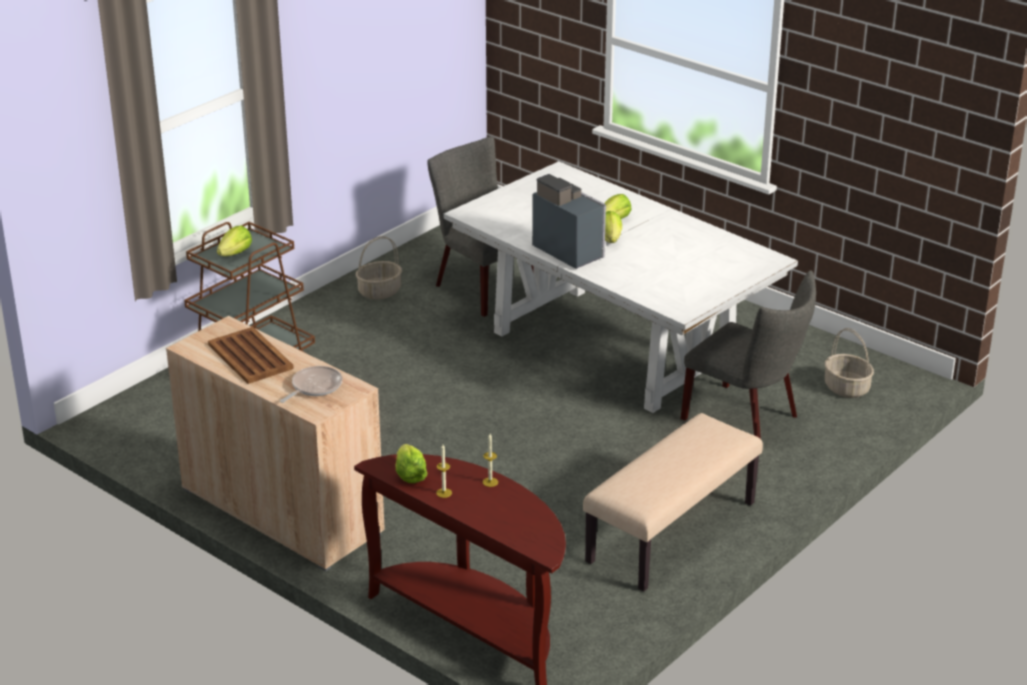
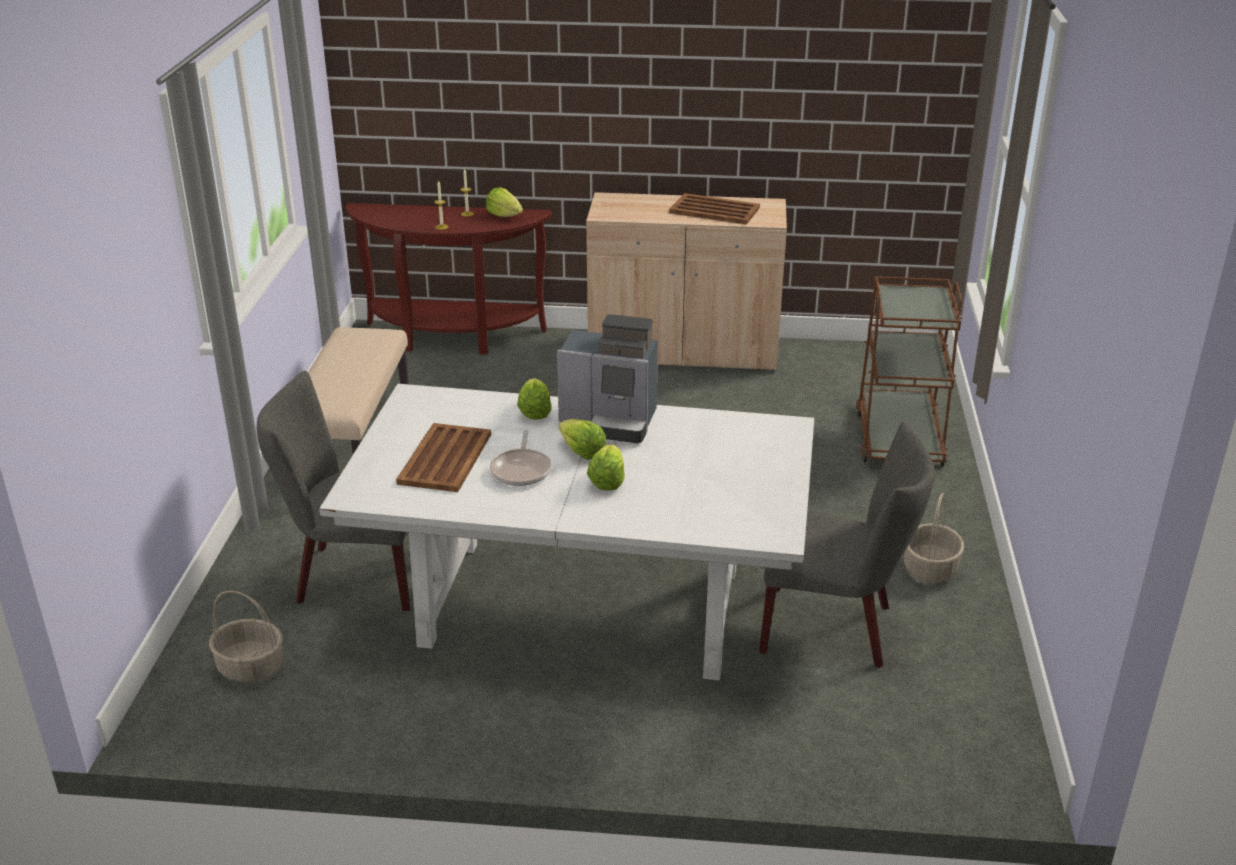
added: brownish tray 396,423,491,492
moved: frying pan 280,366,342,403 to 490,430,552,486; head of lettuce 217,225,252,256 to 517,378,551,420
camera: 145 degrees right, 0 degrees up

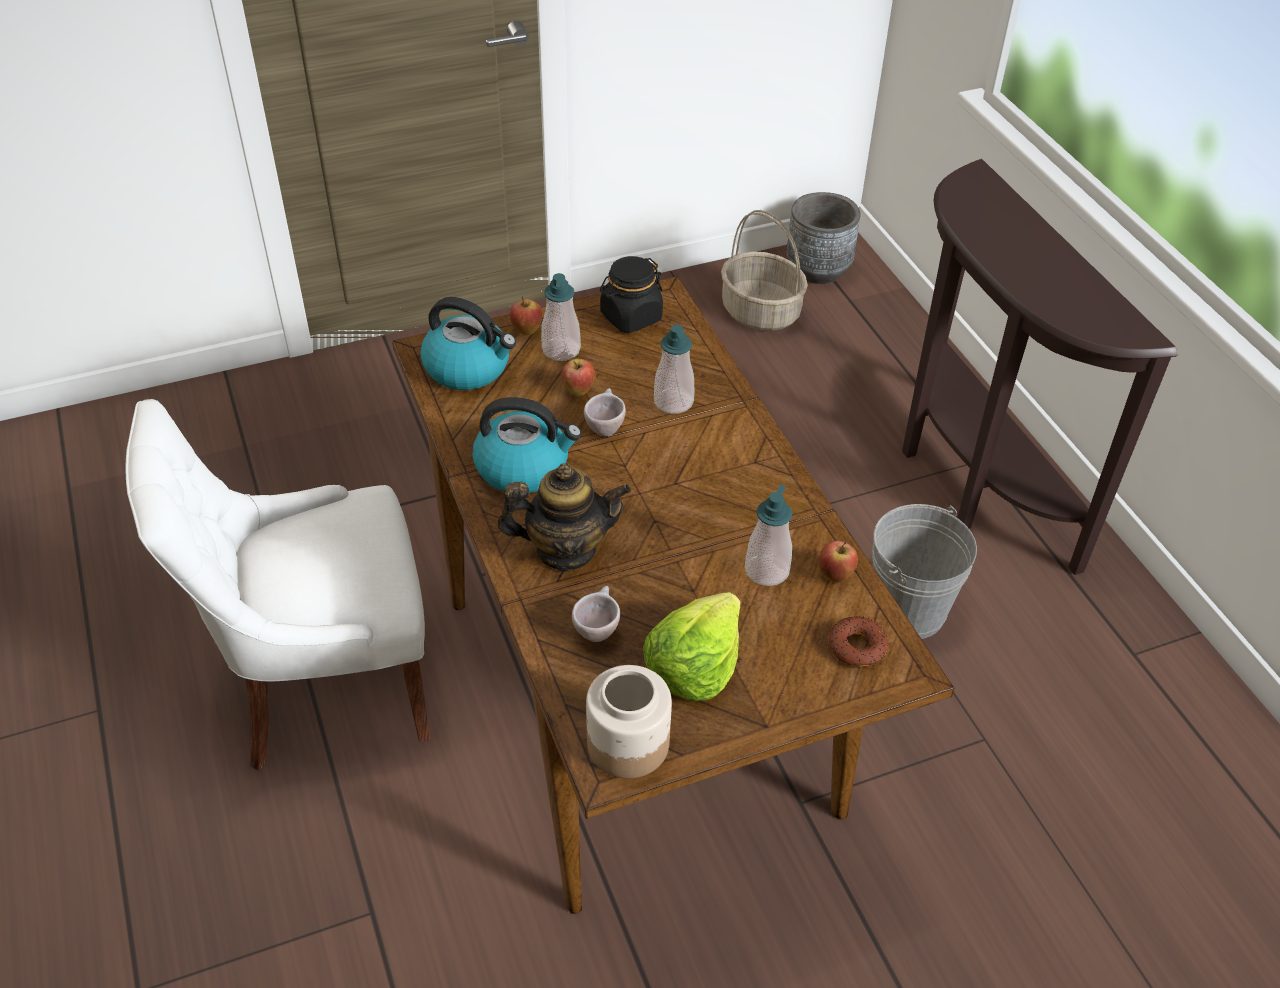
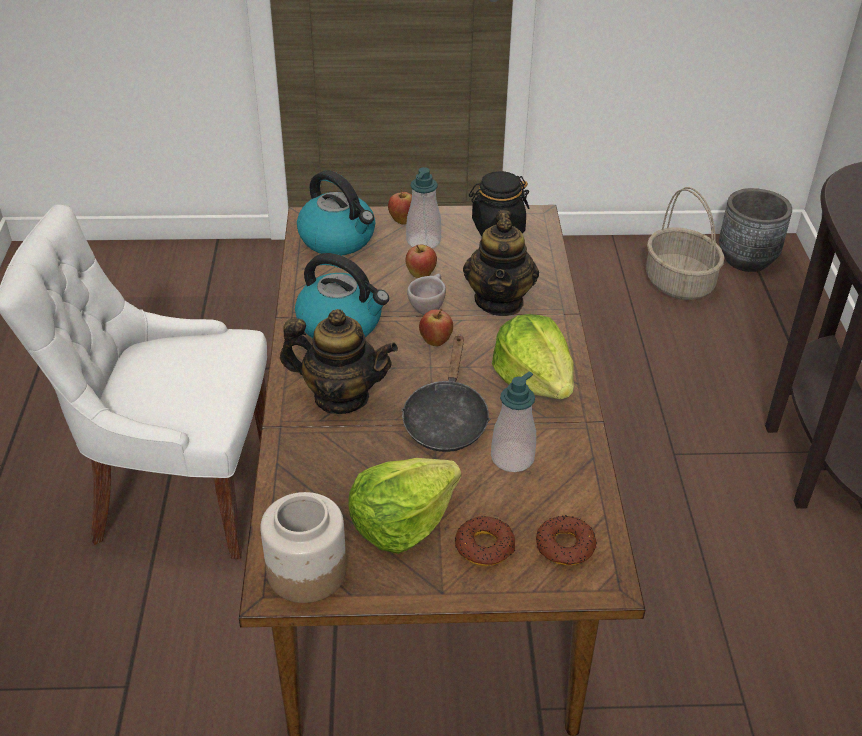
removed: beige cup 572,586,620,642; grey bucket 872,504,977,639
added: black-coloured frying pan 401,335,490,452; doughnut 455,516,515,566; head of lettuce 492,314,574,399
moved: apple 819,541,858,582 to 419,309,453,346
replaced: soap dispenser 654,325,694,414 to teapot 463,210,539,316
camera: 20 degrees right, 5 degrees down

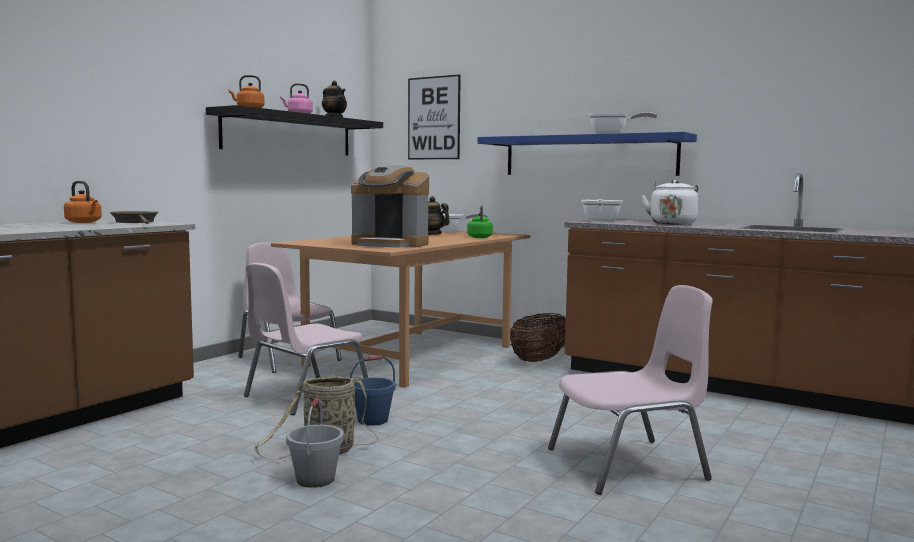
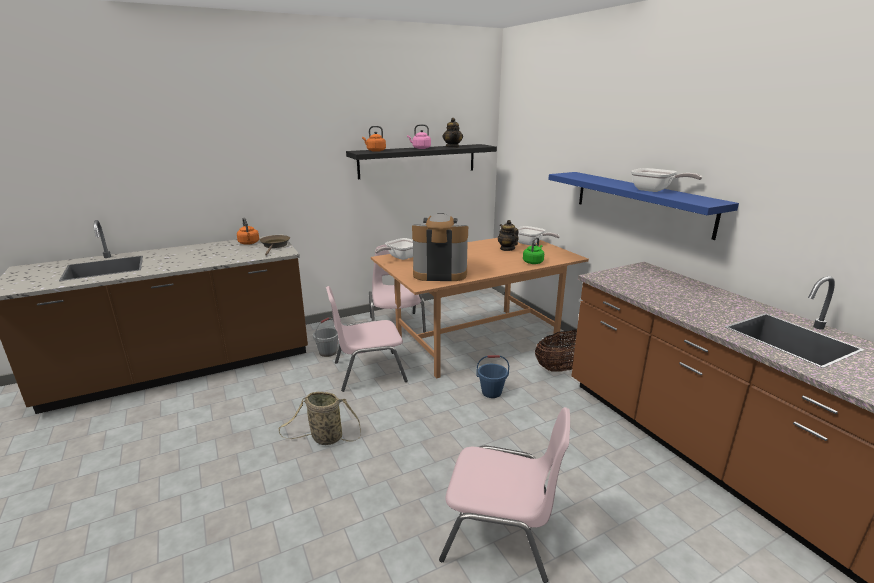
removed: wall picture 408,74,461,160; whitish tea kettle 641,180,698,225
moved: grey bucket 286,397,344,488 to 313,317,338,357; frying pan 581,199,623,222 to 375,238,413,260; bluish bucket 350,356,396,426 to 476,355,509,398
turned: coffee maker 351,165,429,248 = 412,213,468,281 135 degrees clockwise
camera: 30 degrees right, 15 degrees up

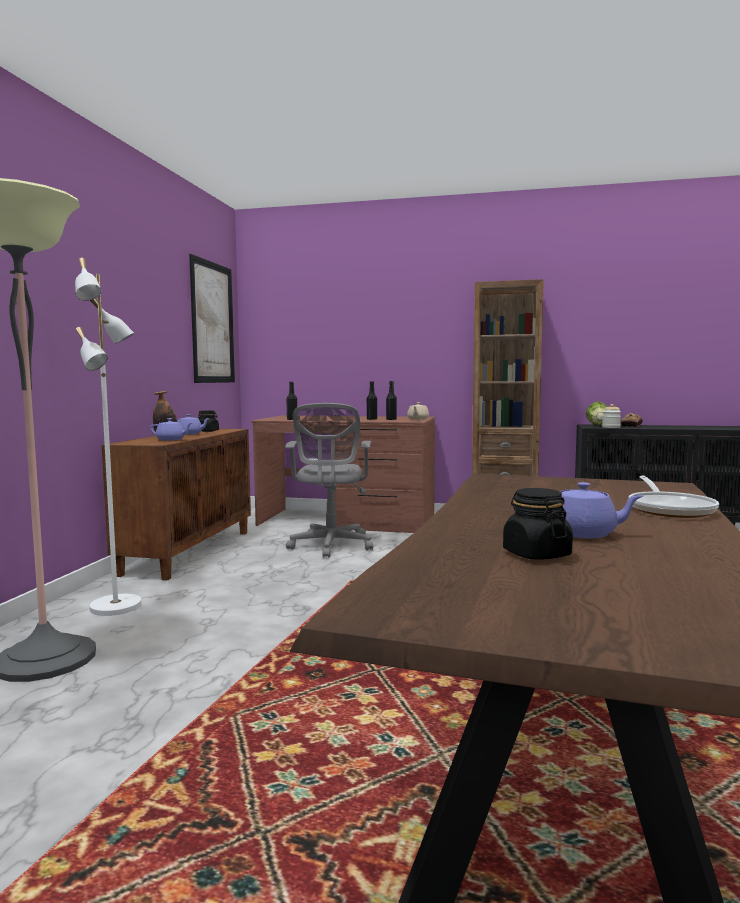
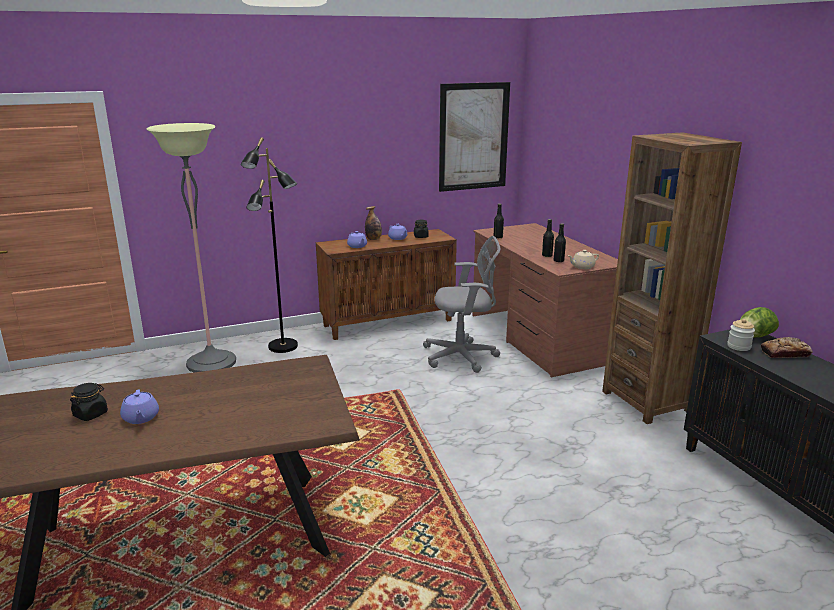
removed: frying pan 629,476,719,518
recoloured: whitish standing lamp 75,258,142,616 to black-coloured standing lamp 241,137,298,353
turned: grey desk chair 285,403,373,558 = 423,236,500,373 150 degrees counterclockwise
camera: 55 degrees right, 15 degrees up

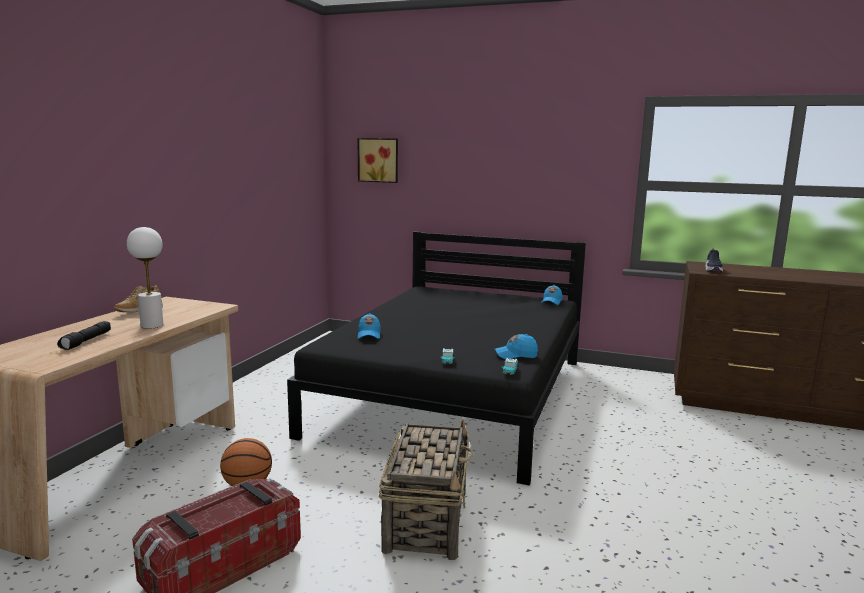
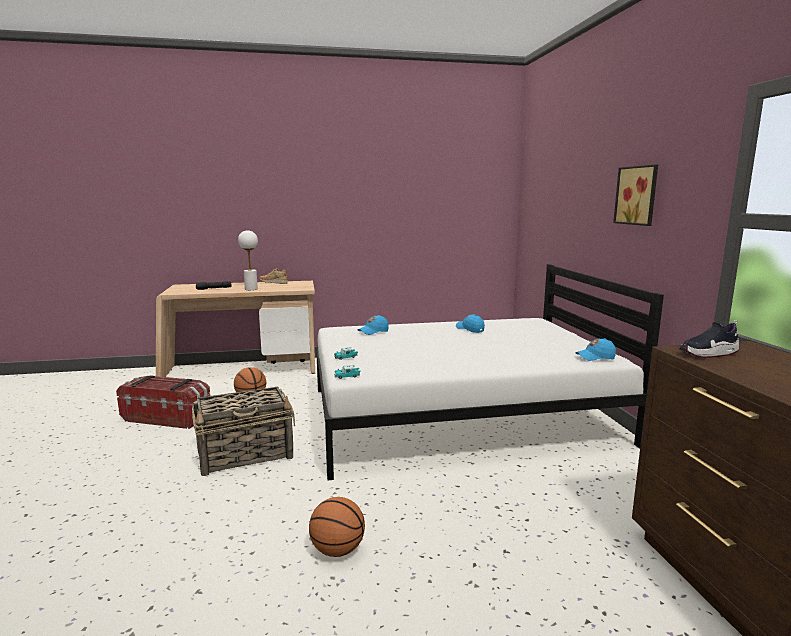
added: basketball 309,497,365,557
moved: bluish baseball cap 494,334,538,359 to 456,314,485,333; wall picture 358,138,398,183 to 613,165,658,226
recoloured: black-coloured bedroom bed 287,232,586,486 to whitish bedroom bed 316,264,664,480
camera: 60 degrees right, 0 degrees up

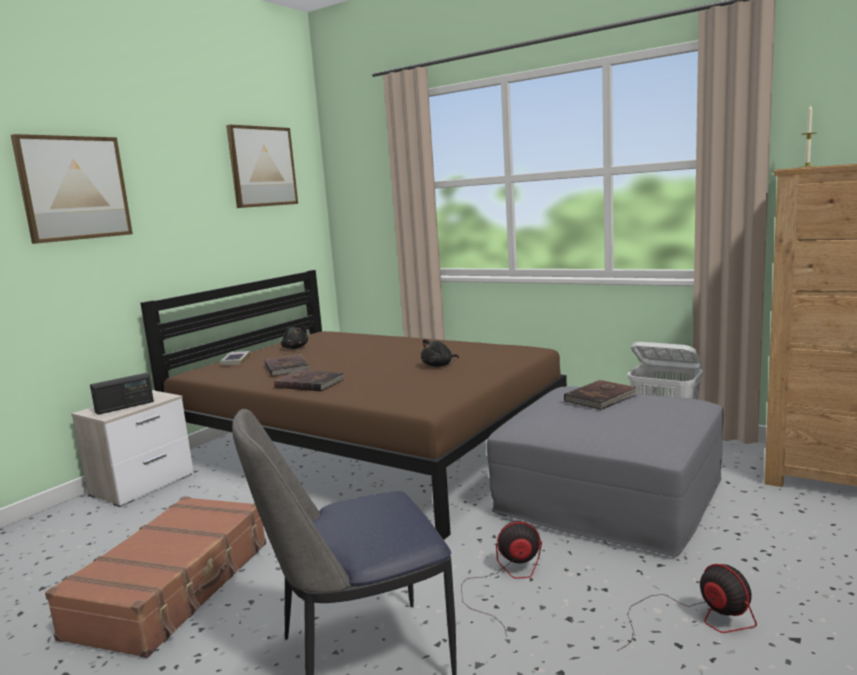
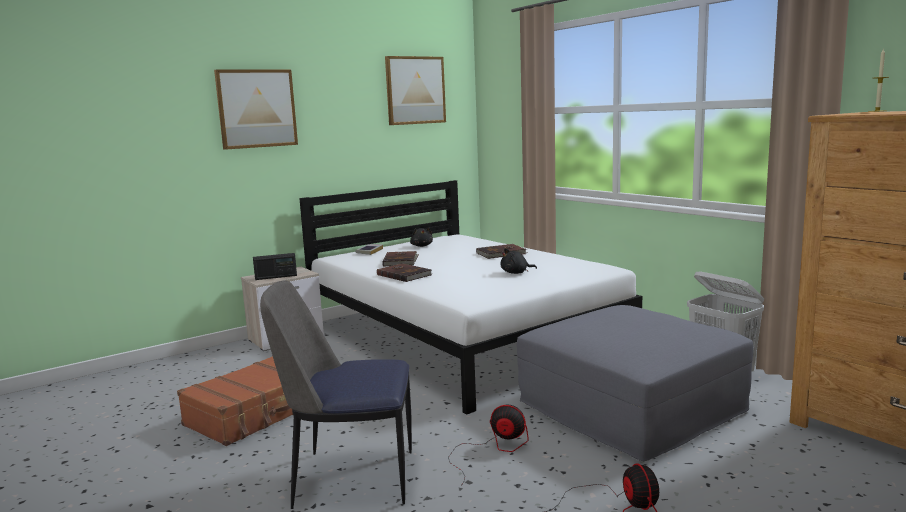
moved: brownish bound book 564,380,640,410 to 476,244,527,259
recoloured: brownish bedroom bed 141,270,567,540 to whitish bedroom bed 299,180,642,415
camera: 20 degrees right, 0 degrees up

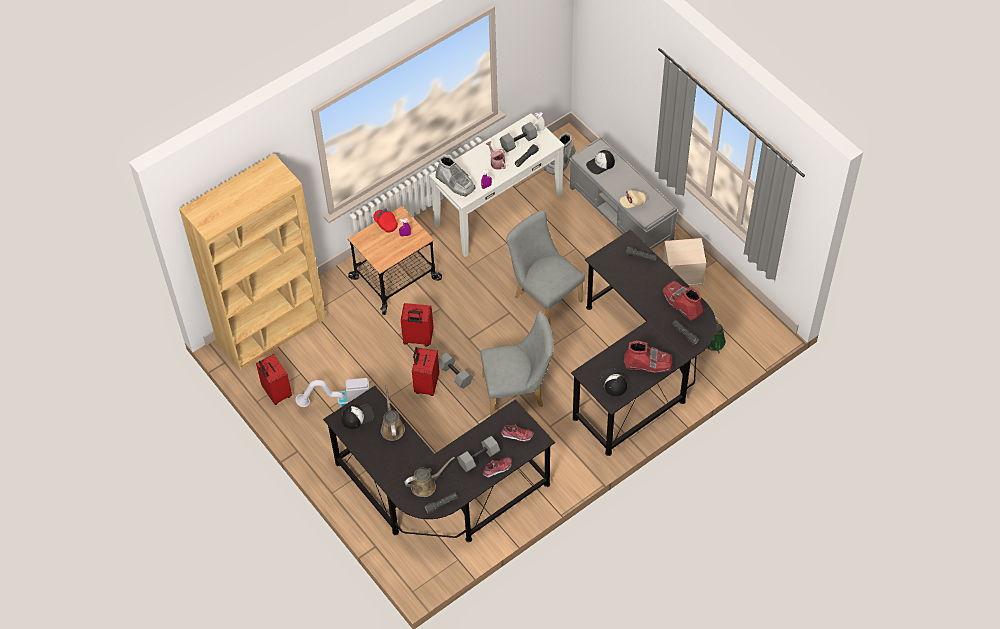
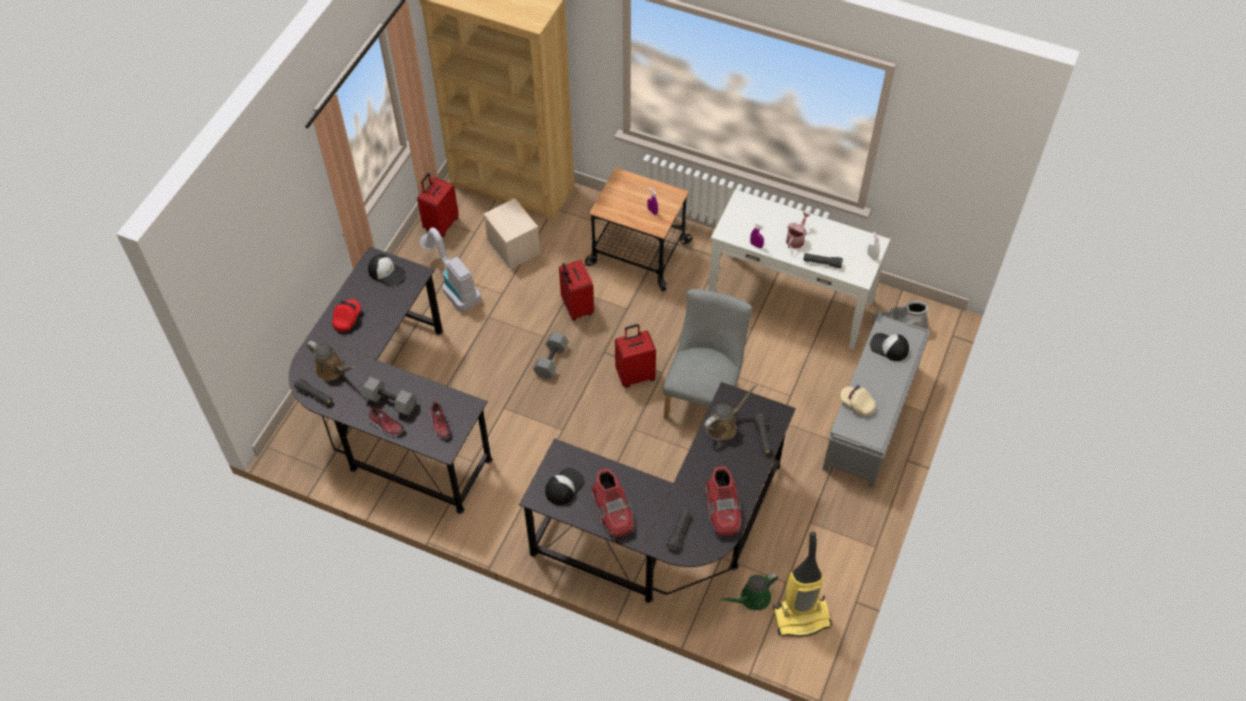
removed: grey boot 435,155,476,197; grey upright chair 480,311,554,415; grey hand weight 500,122,538,152
added: vacuum 773,532,832,637
moved: red-coloured baseball cap 373,208,398,232 to 332,299,361,332; beige storage bin 663,238,706,285 to 483,198,540,270; red-coloured piece of luggage 412,347,440,396 to 615,324,656,388; brownish watering can 381,385,405,441 to 704,383,758,440
turned: red-coloured boot 662,281,704,321 = 705,466,742,536 150 degrees clockwise
camera: 60 degrees right, 0 degrees up

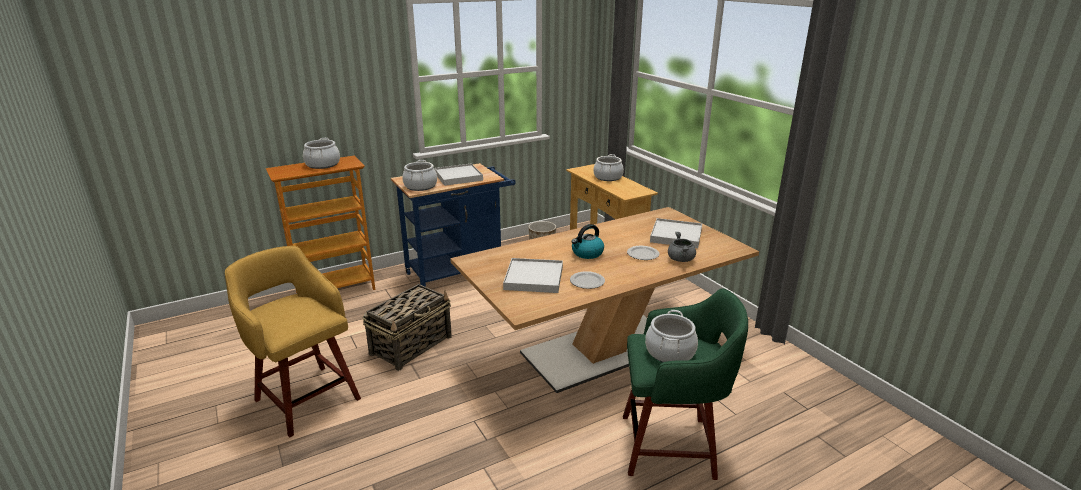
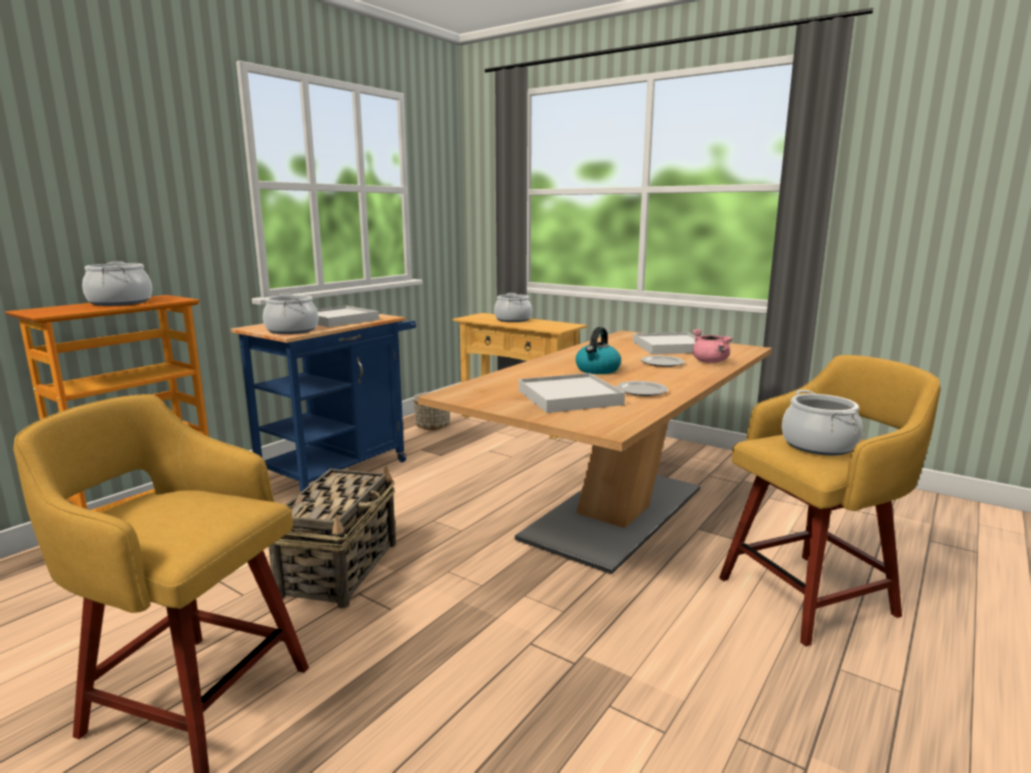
recoloured: grey stockpot 668,232,696,262 to pink-coloured stockpot 692,329,733,363; greenish stool 623,288,748,480 to yellow stool 719,355,941,646
camera: 25 degrees left, 10 degrees down

